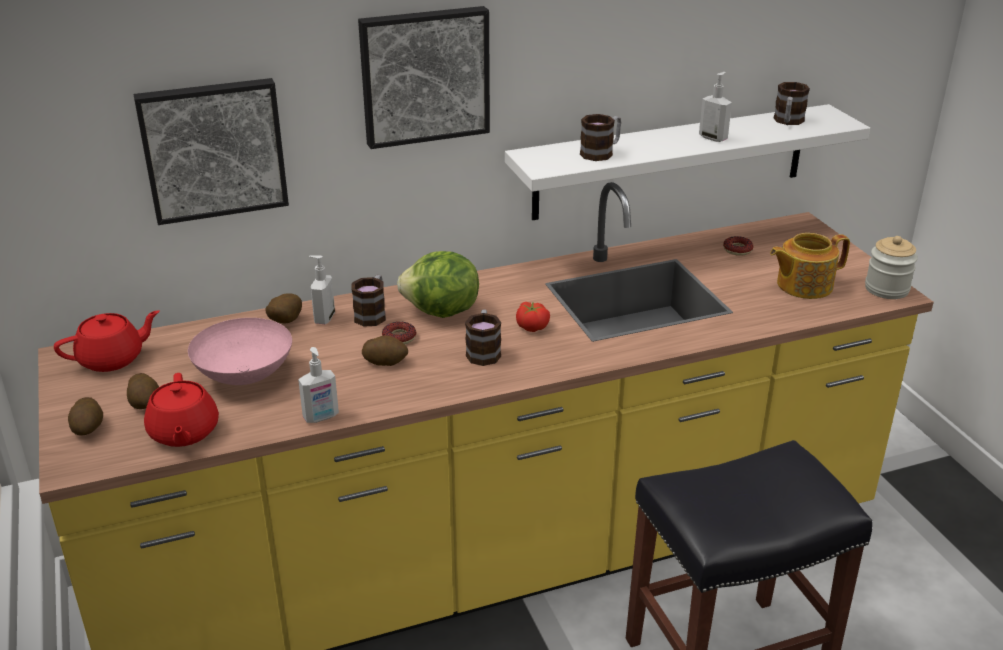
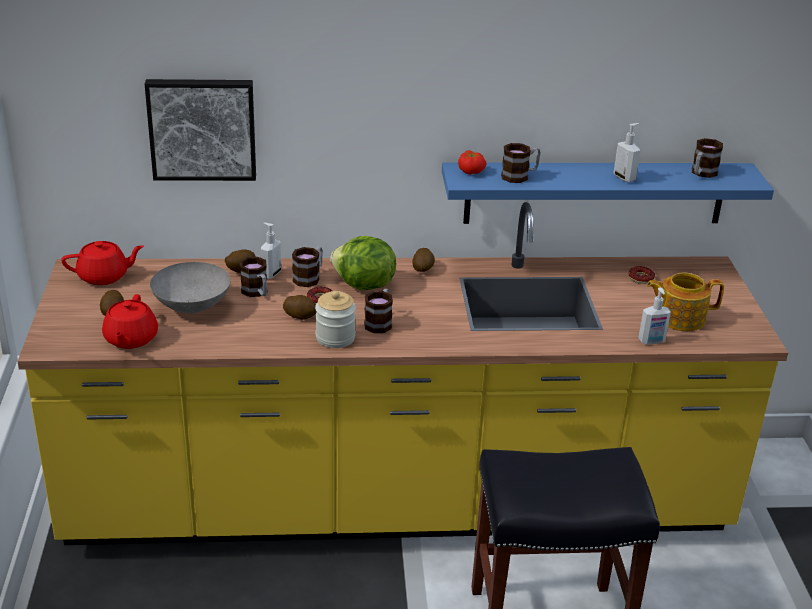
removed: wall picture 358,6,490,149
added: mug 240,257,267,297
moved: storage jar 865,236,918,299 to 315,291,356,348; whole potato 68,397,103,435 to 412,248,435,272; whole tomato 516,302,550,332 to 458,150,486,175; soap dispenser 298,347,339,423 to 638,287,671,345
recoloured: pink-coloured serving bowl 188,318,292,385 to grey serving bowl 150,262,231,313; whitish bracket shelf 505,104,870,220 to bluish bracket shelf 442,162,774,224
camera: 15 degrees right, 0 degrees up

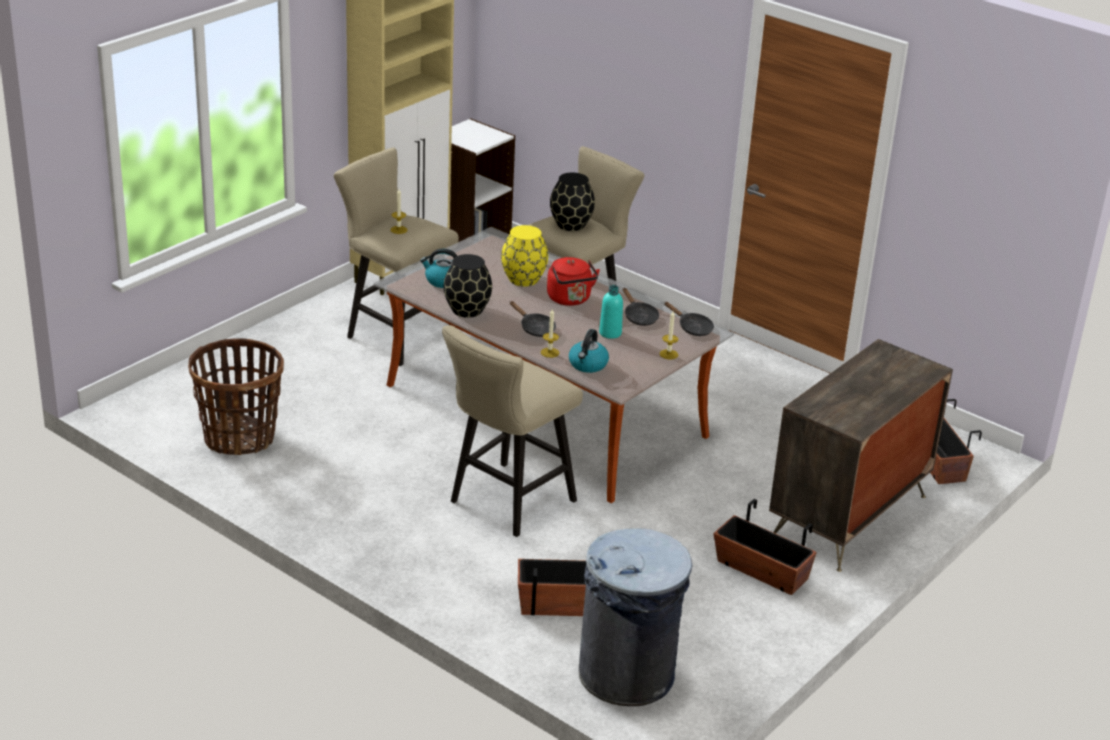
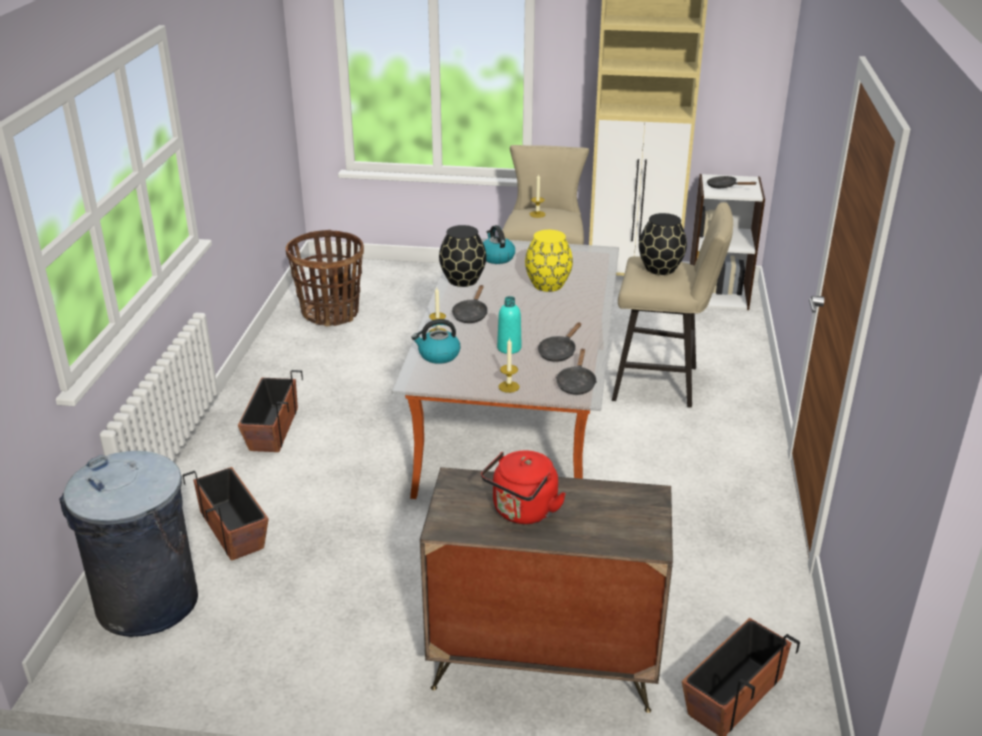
removed: beige stool 442,325,583,537
added: black-coloured frying pan 707,176,756,188
moved: planter 714,499,817,595 to 238,370,303,452; red-coloured tea kettle 547,257,600,306 to 481,450,566,524
camera: 60 degrees right, 0 degrees up

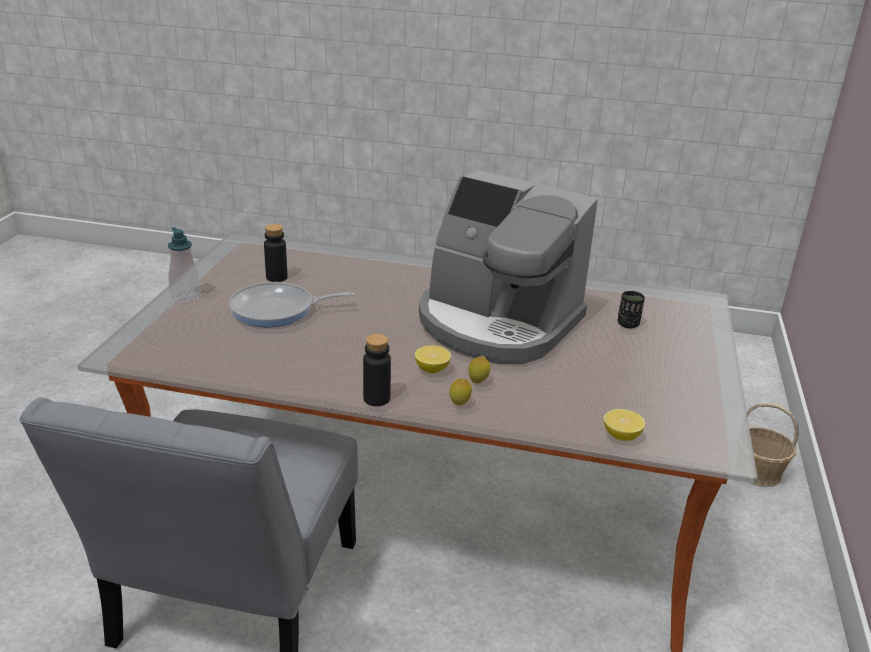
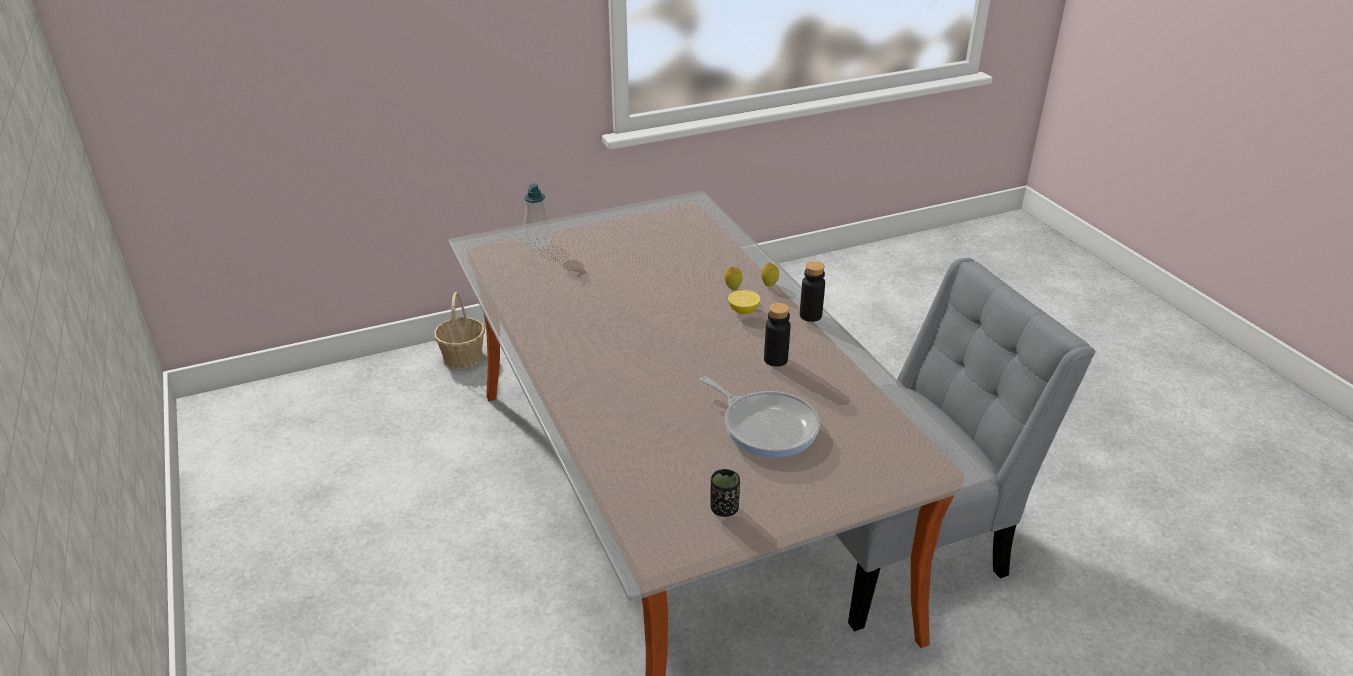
removed: coffee maker 419,170,598,364; whole lemon 604,409,645,441
moved: soap dispenser 168,227,201,302 to 524,184,552,248; black-coloured cup 617,291,645,329 to 711,469,740,517; black-coloured bottle 264,224,287,282 to 764,303,790,367
camera: 125 degrees left, 5 degrees up

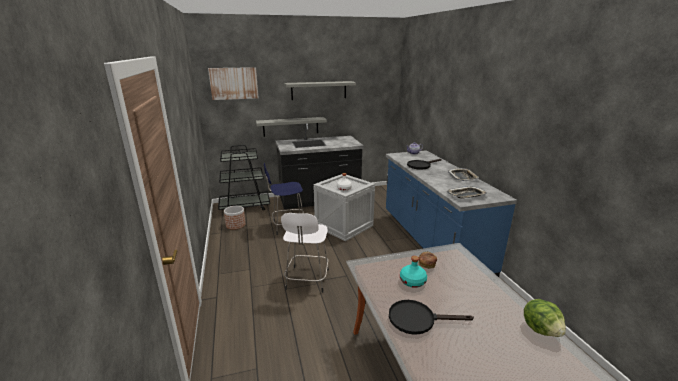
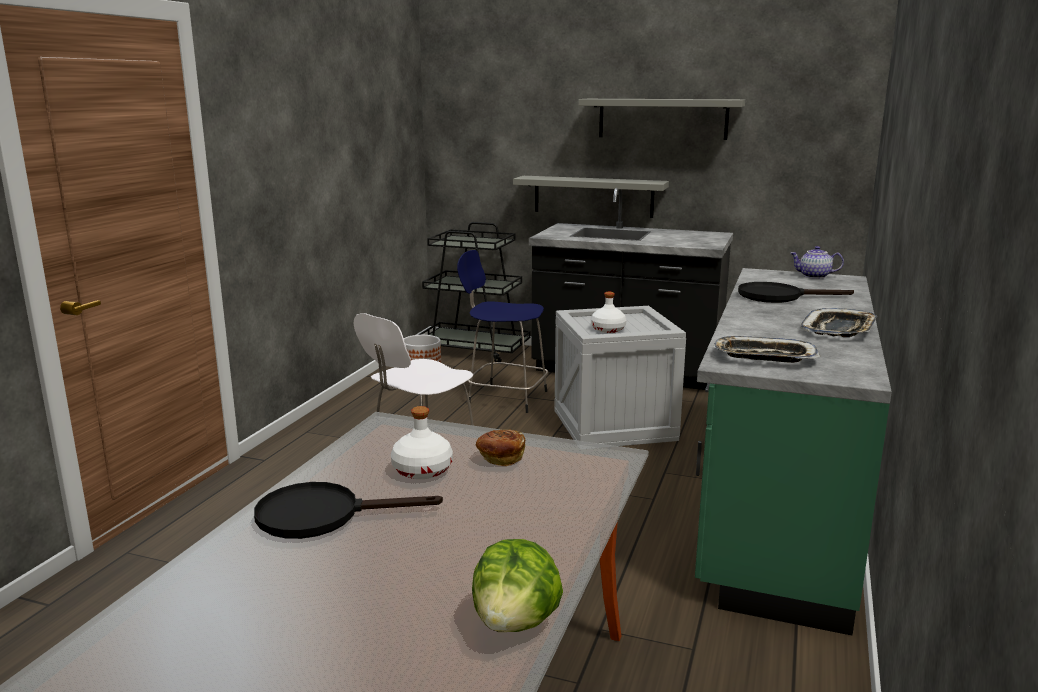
removed: wall picture 208,67,259,100
recoloured: blue-green bottle 400,256,427,288 to whitish bottle 391,406,453,479; bluish kitchen base unit 386,150,517,277 to greenish kitchen base unit 695,268,892,635
turned: black-coloured frying pan 389,300,474,335 = 254,482,443,539 45 degrees counterclockwise
camera: 35 degrees right, 5 degrees down

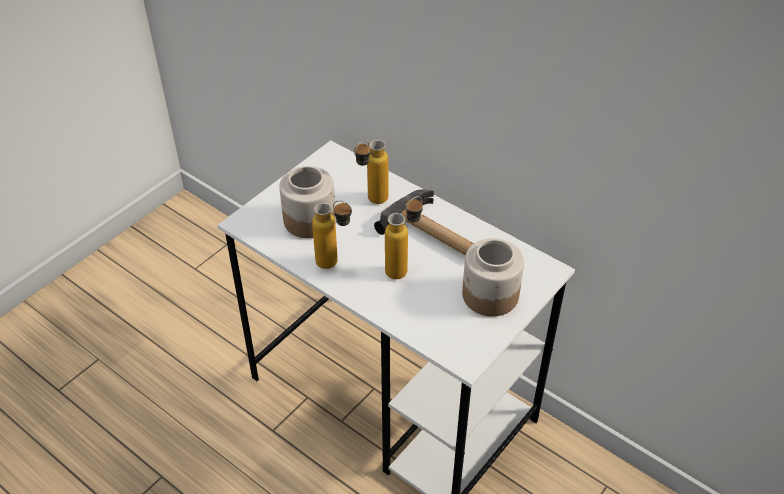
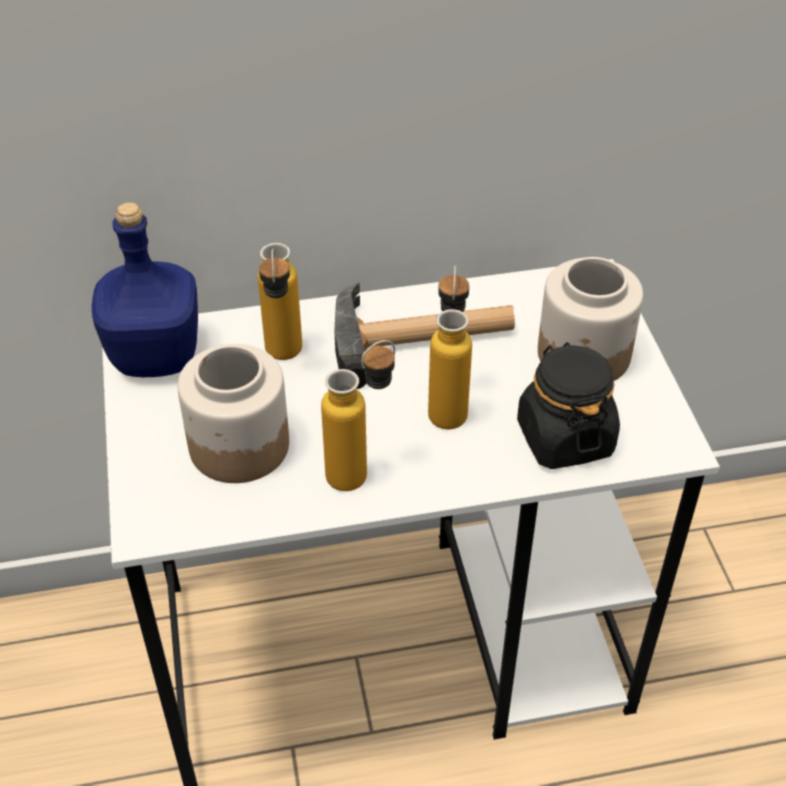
added: bluish bottle 92,202,198,377; black-coloured storage jar 517,342,620,469
camera: 50 degrees left, 0 degrees up

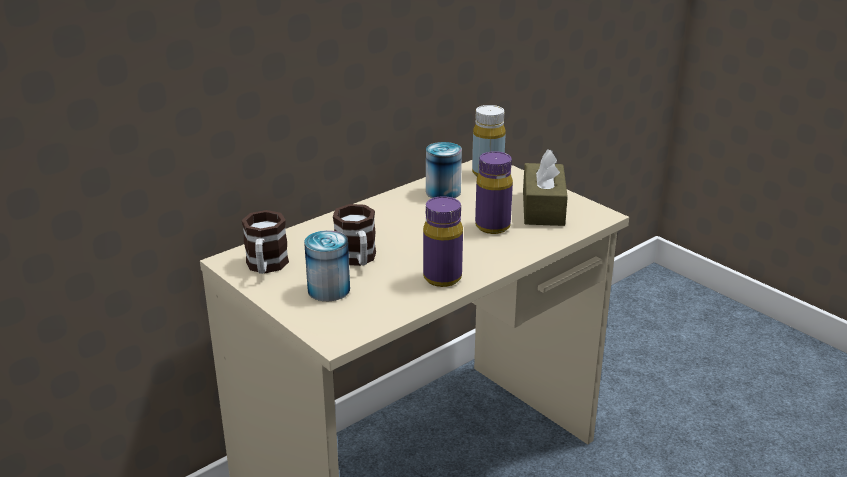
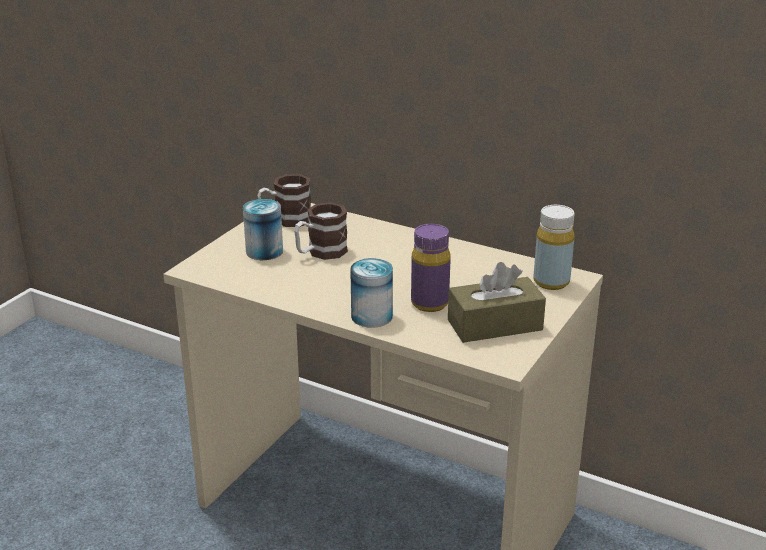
removed: purple-coloured bottle 423,196,463,287
moved: can 426,142,462,198 to 350,258,393,328
camera: 70 degrees right, 0 degrees up

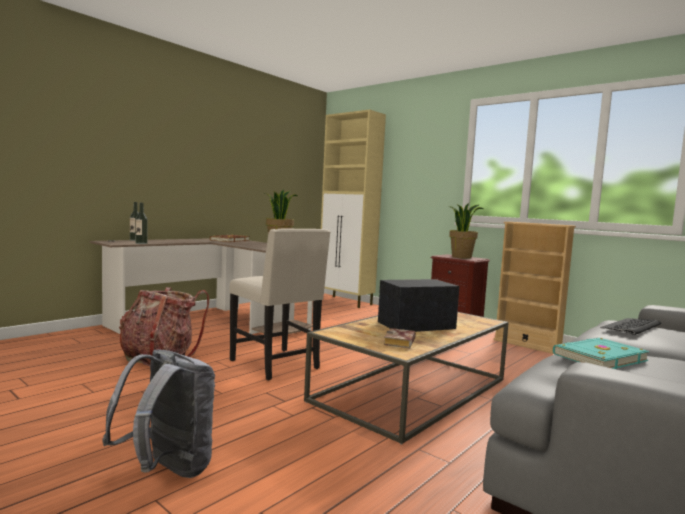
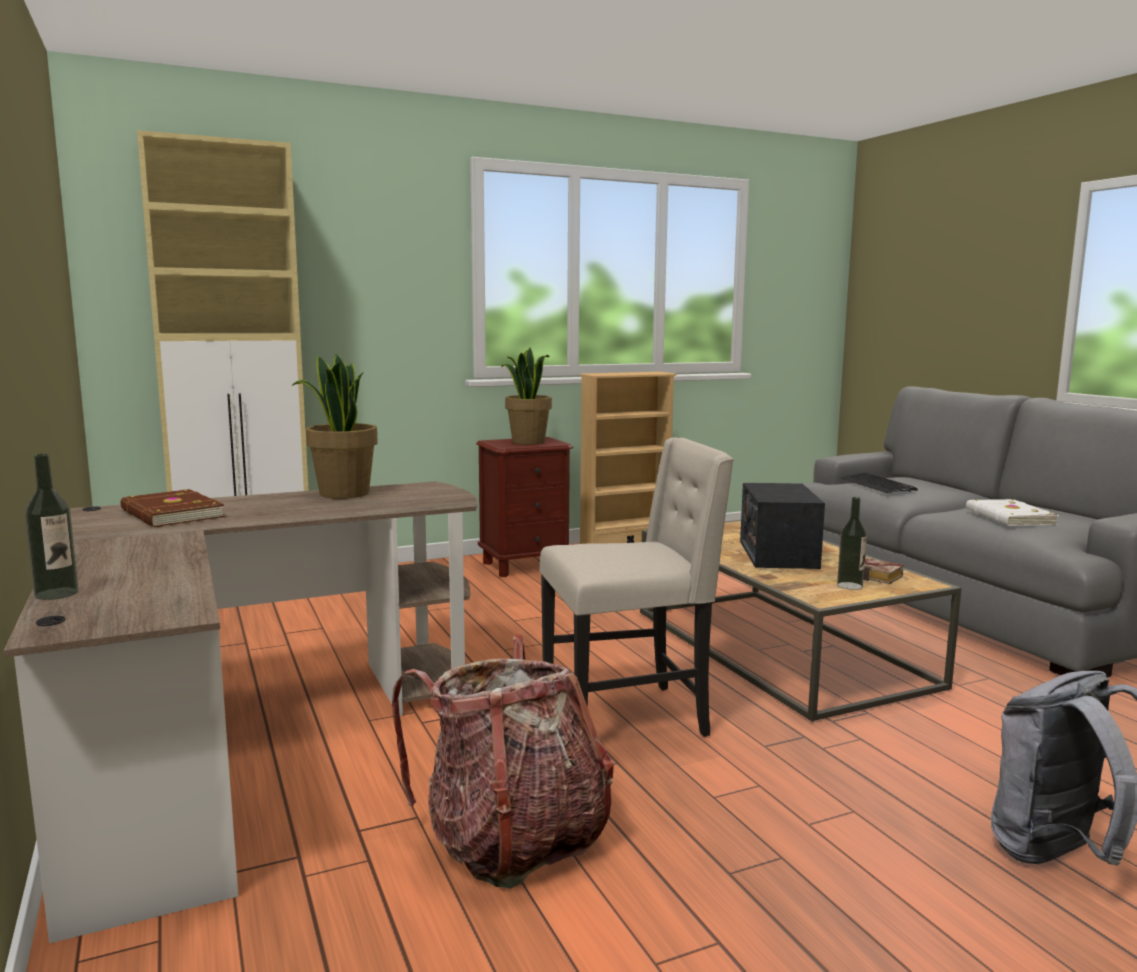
moved: bottle 135,203,148,244 to 837,497,867,590
recoloured: blue-green bound book 553,338,650,369 to whitish bound book 966,499,1059,526
camera: 65 degrees left, 5 degrees up

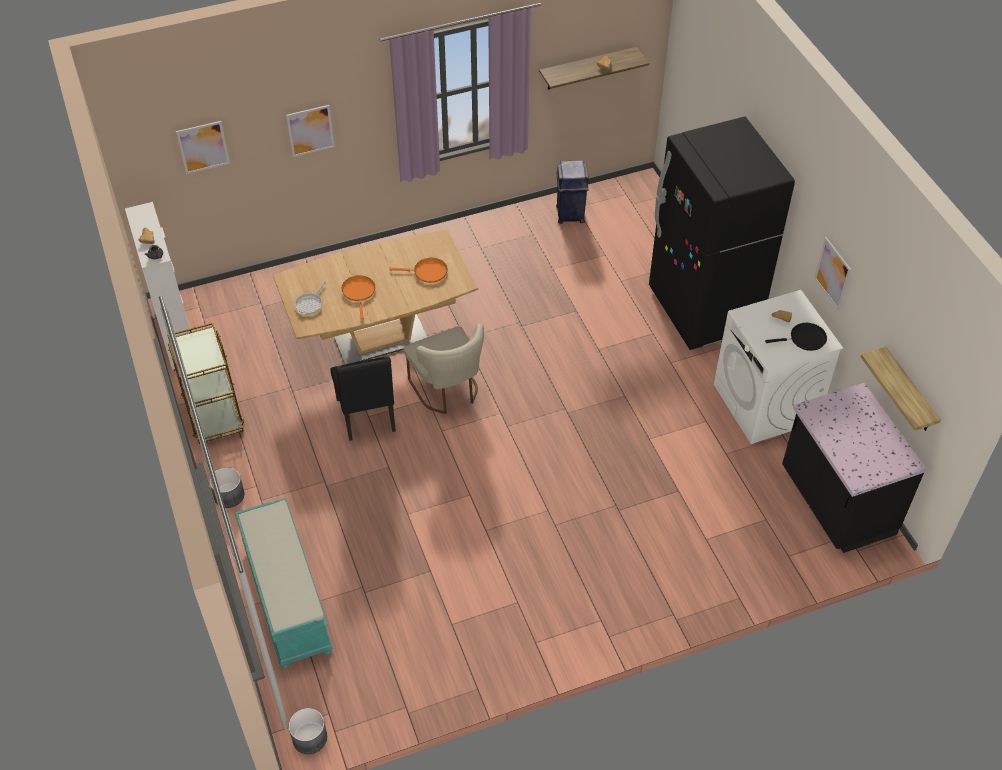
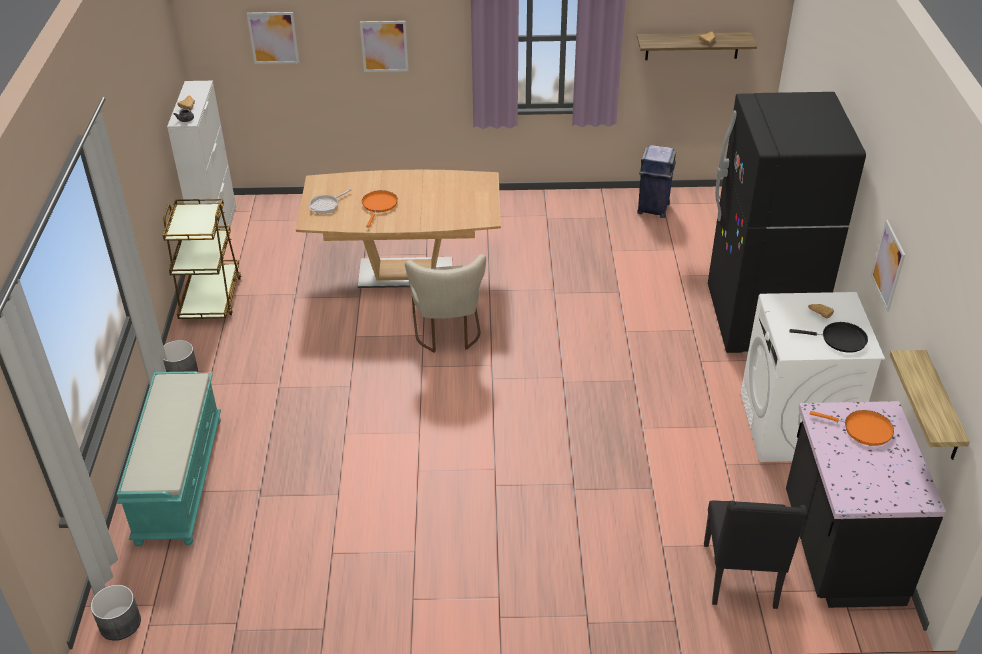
moved: black-coloured upright chair 330,356,396,441 to 704,501,807,609; orange-coloured frying pan 390,258,448,283 to 810,410,894,446
camera: 20 degrees right, 10 degrees down

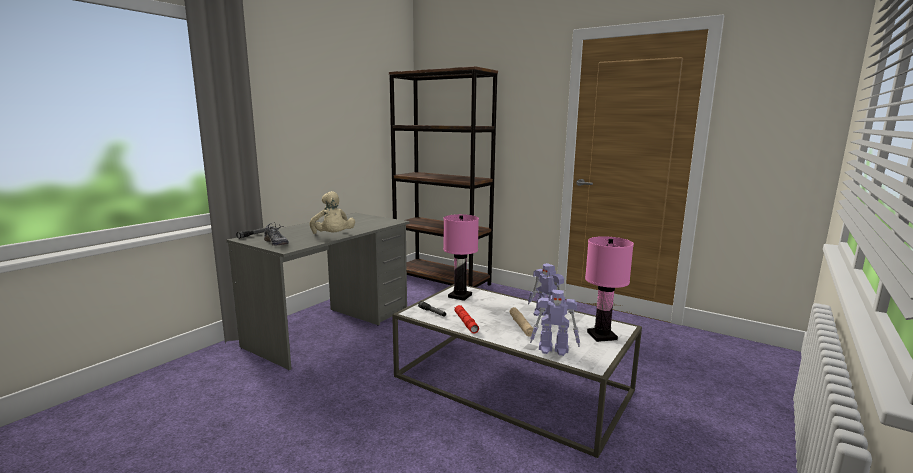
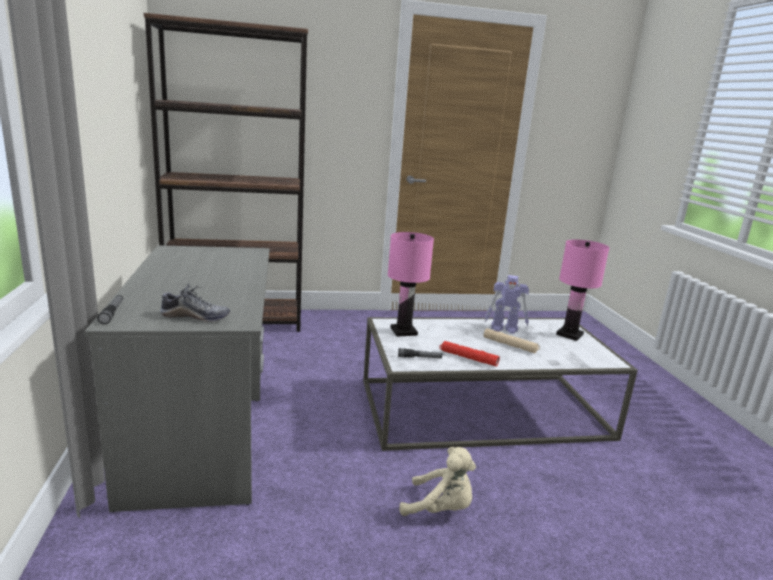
removed: toy robot 530,290,580,356
moved: beige plush toy 309,191,355,234 to 399,447,476,516
camera: 45 degrees left, 5 degrees up

